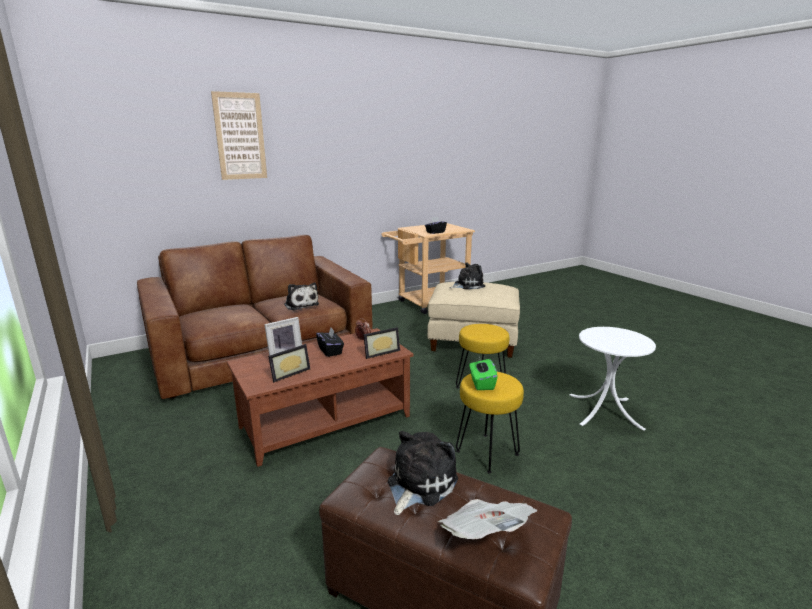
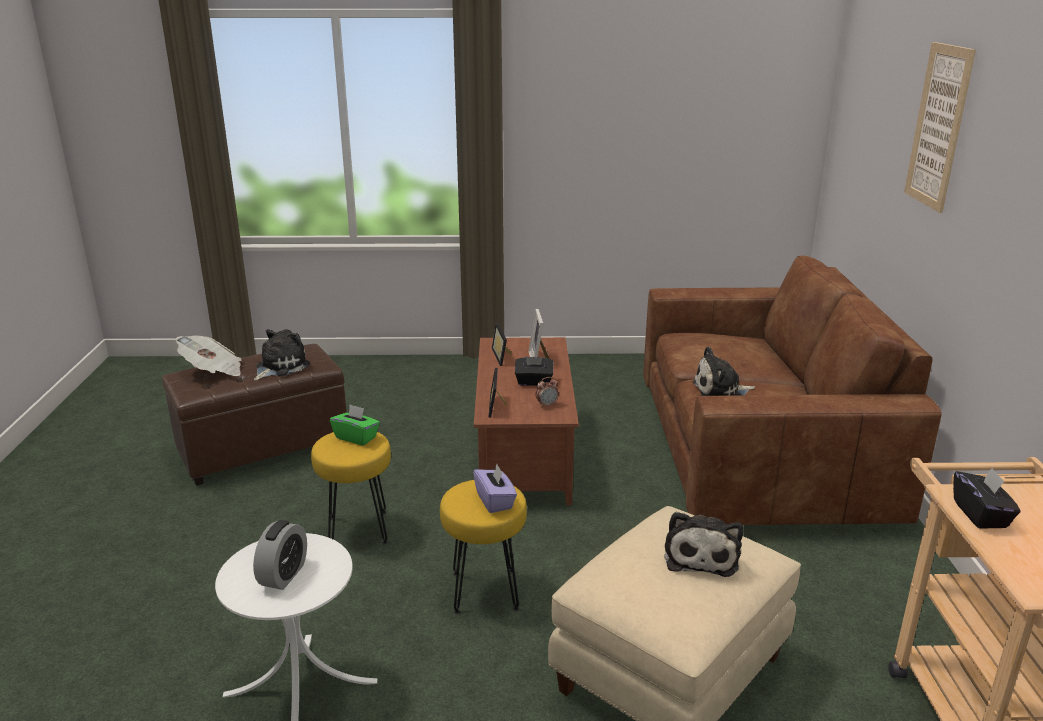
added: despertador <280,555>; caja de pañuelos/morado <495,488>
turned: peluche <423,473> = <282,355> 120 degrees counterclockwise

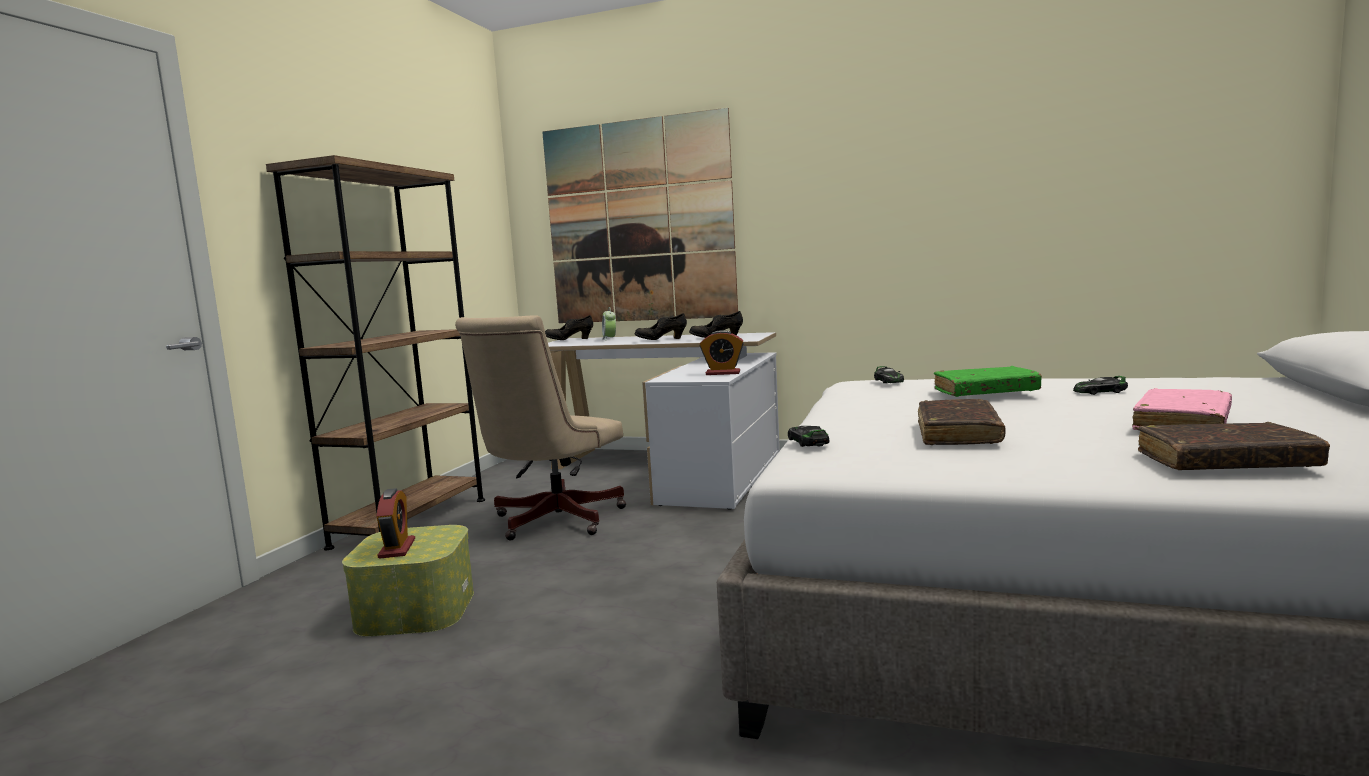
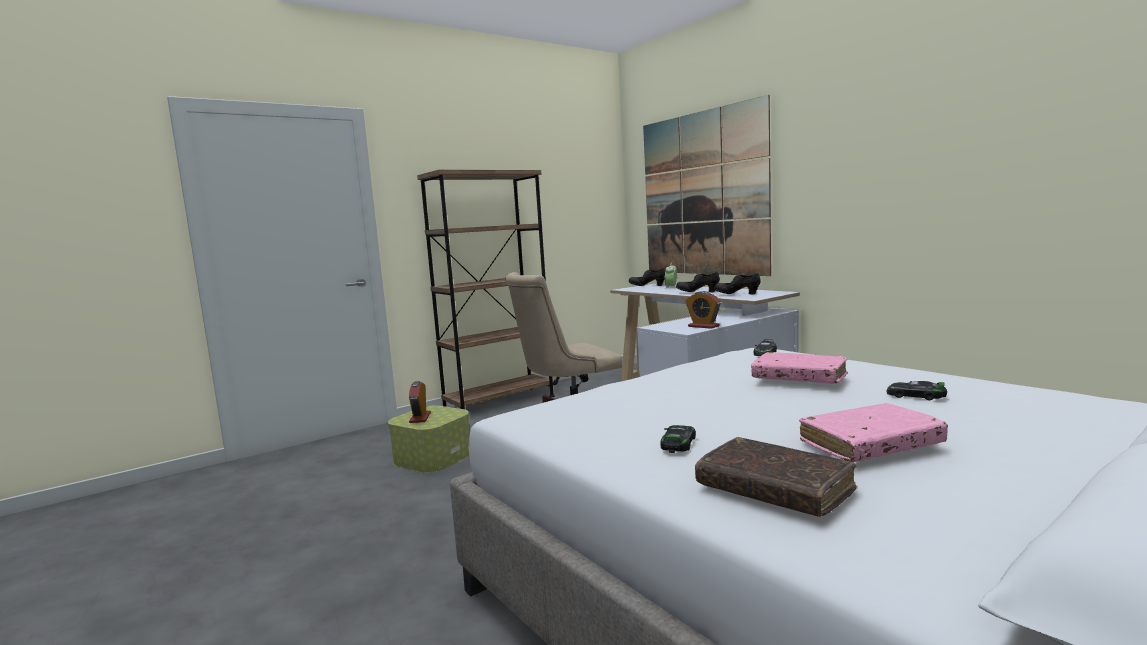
removed: libro/marrón <962,422>
moved: coche de juguete <808,436> to <678,439>
recoloured: libro/verde <988,381> to libro/rosa <799,368>
turned: despertador <395,523> = <420,402> 150 degrees clockwise

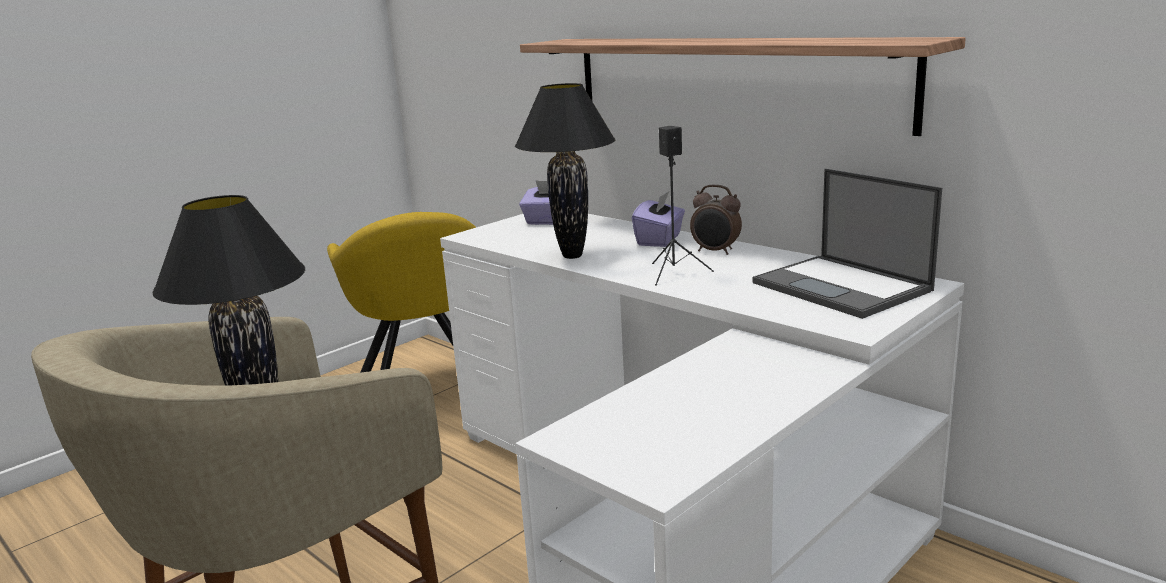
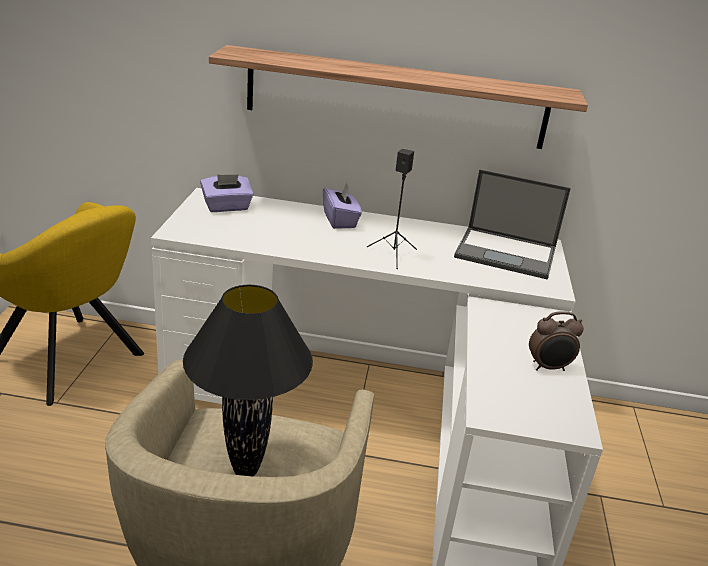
removed: lámpara de mesa/negro <565,171>
moved: despertador <716,220> to <556,341>

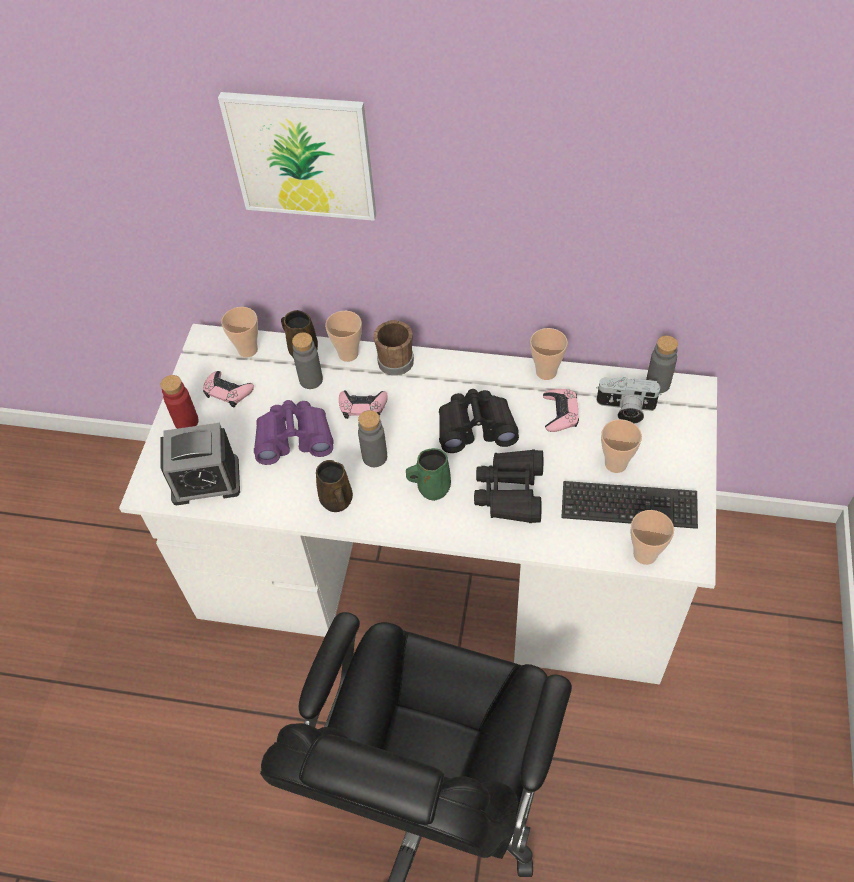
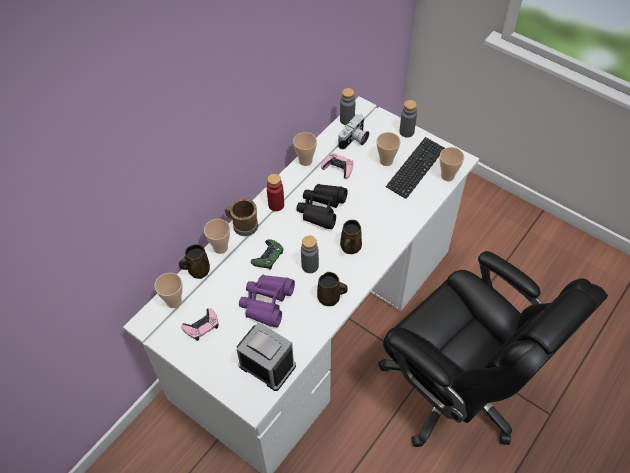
removed: cuadro <297,156>; prismáticos/negro <508,486>
moved: botella/rojo <180,402> to <275,192>; botella/gris <307,360> to <408,118>
recoloured: mando de consola/rosa <363,405> to mando de consola/verde <267,254>; taza grande/verde <428,474> to taza grande/marrón <351,237>
turned: despertador <200,464> = <266,356> 75 degrees counterclockwise

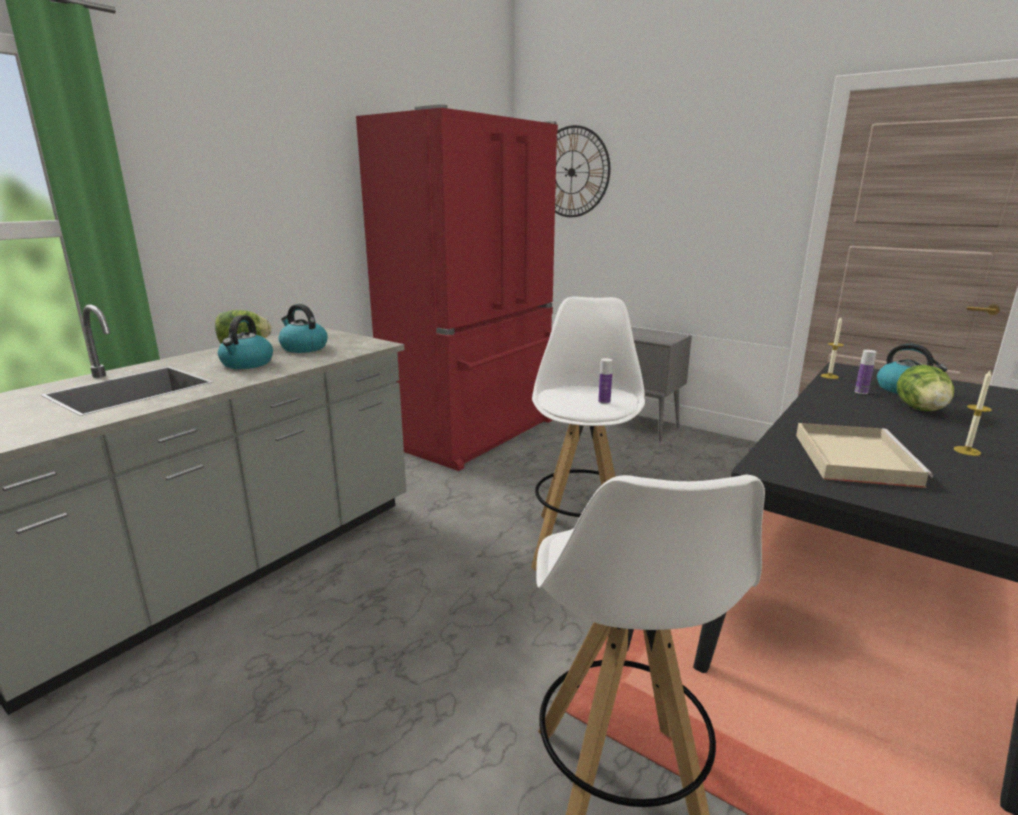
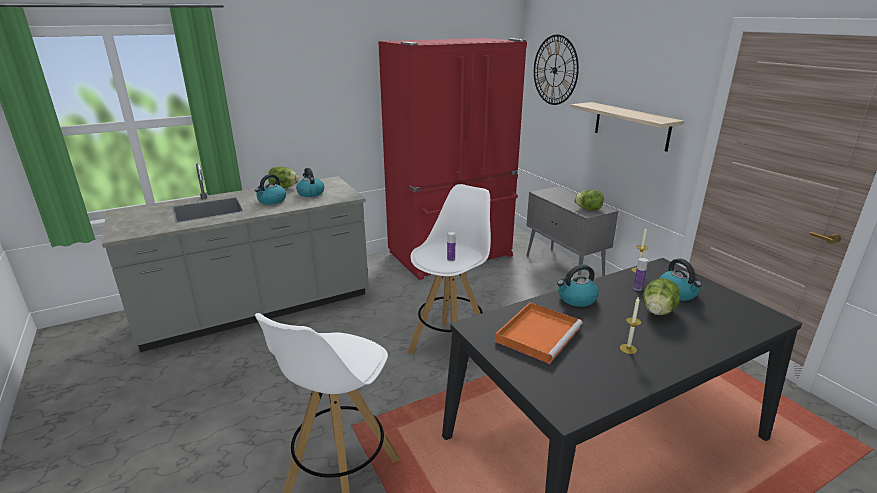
added: hervidor <578,286>; estante <627,127>; lechuga <588,200>
recoloured: bandeja/beis <864,455> to bandeja/naranja <539,333>

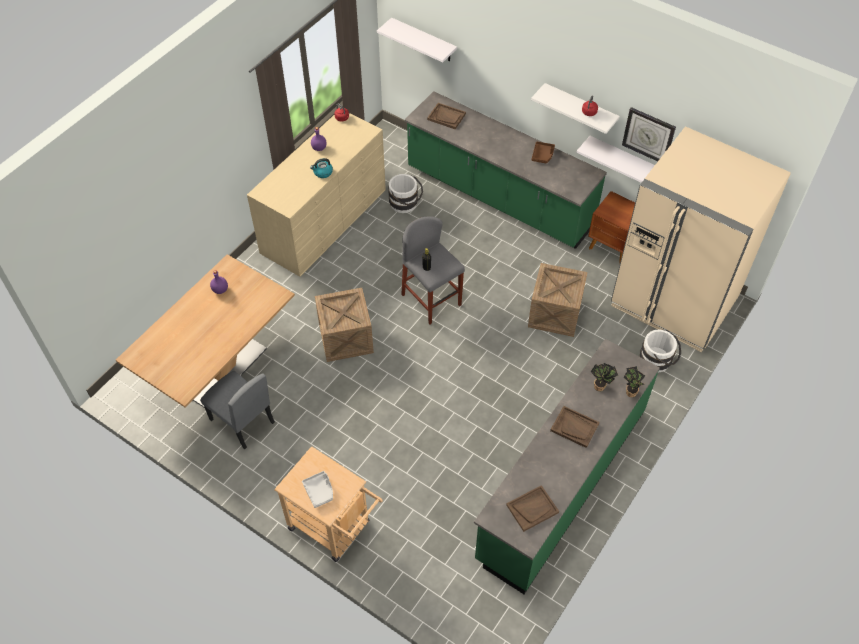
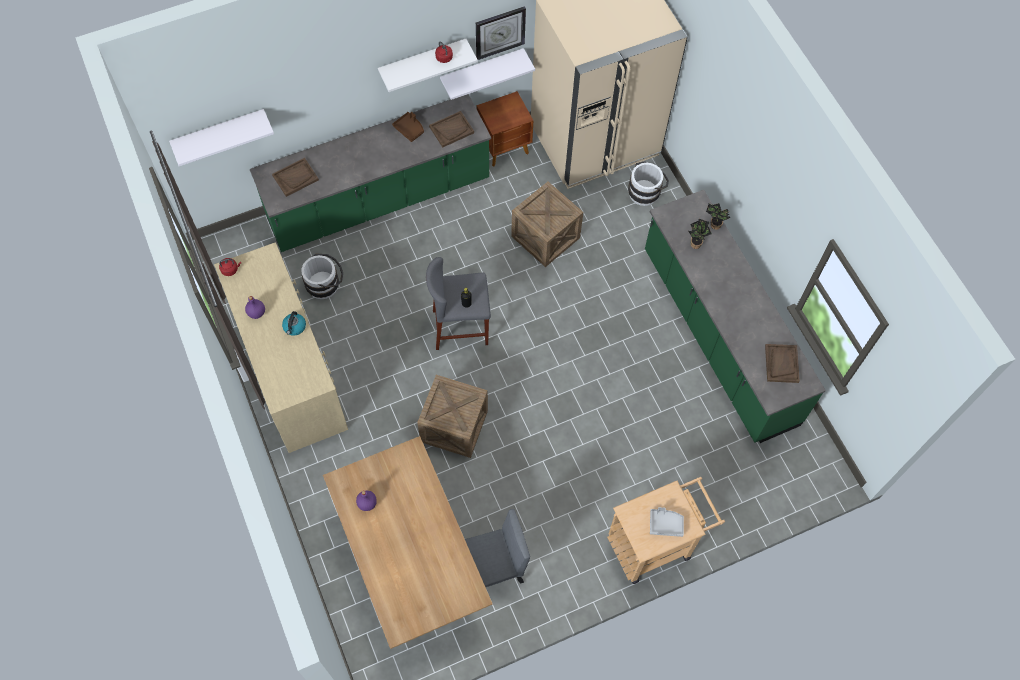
moved: bandeja/marrón <574,427> to <451,129>

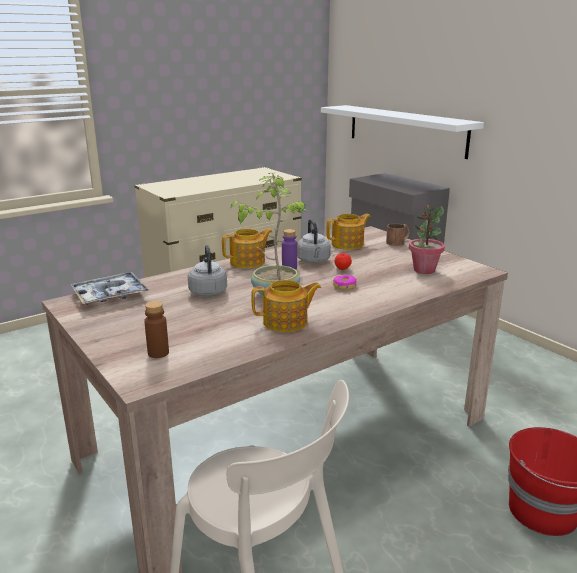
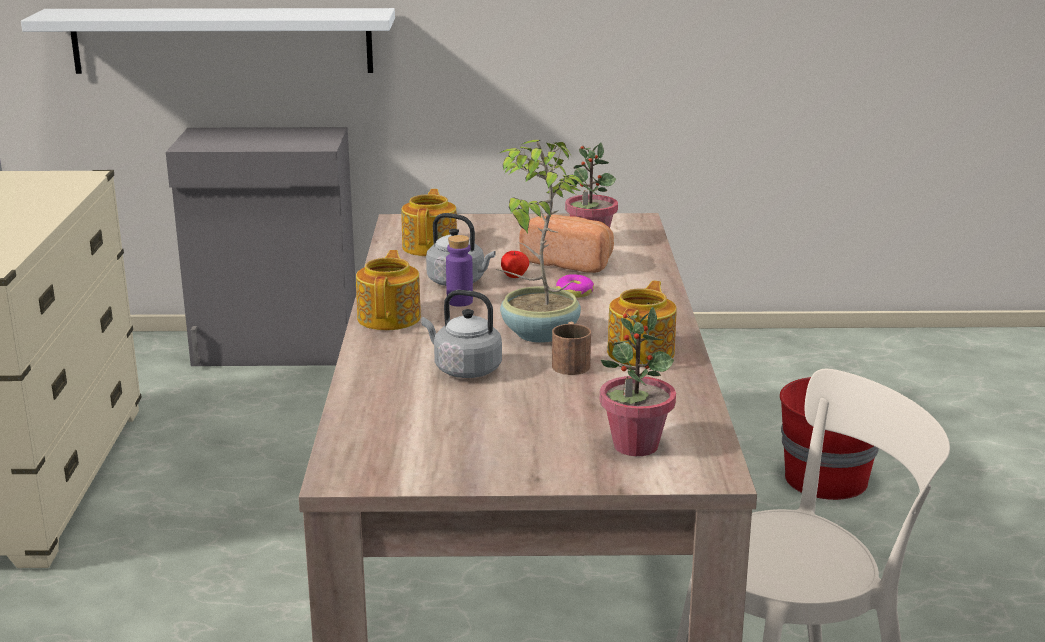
removed: bandeja <110,288>
added: pan <566,244>
moved: taza grande/marrón <398,234> to <571,348>
replaced: botella/marrón <156,329> to planta en maceta <638,381>

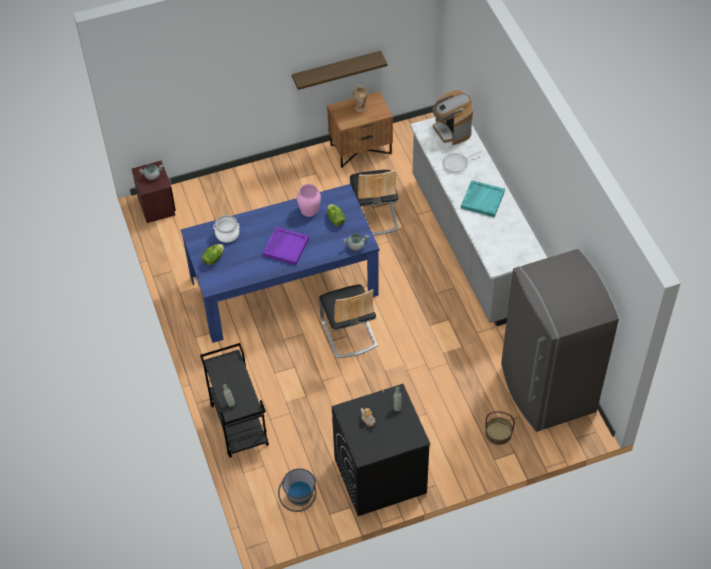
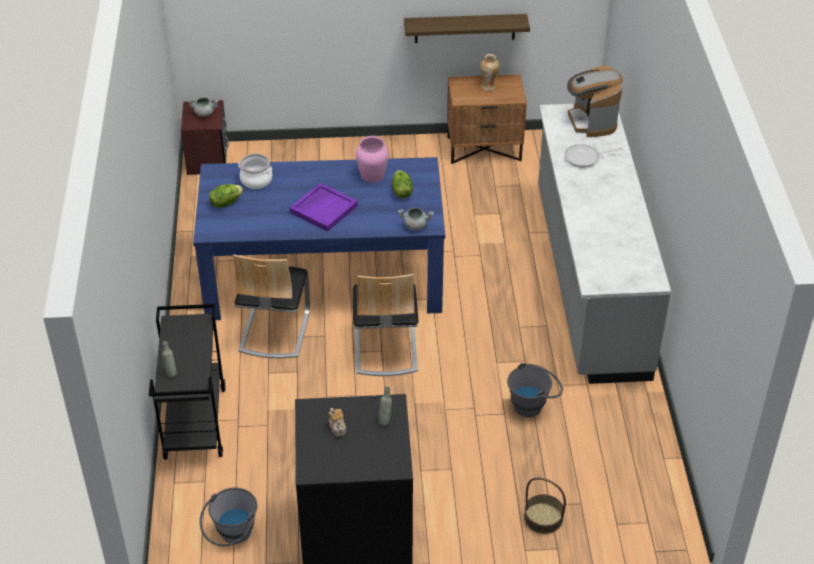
removed: bandeja/turquesa <483,199>; nevera/gris <560,340>
added: cubo/gris <535,390>
moved: silla <374,202> to <271,306>

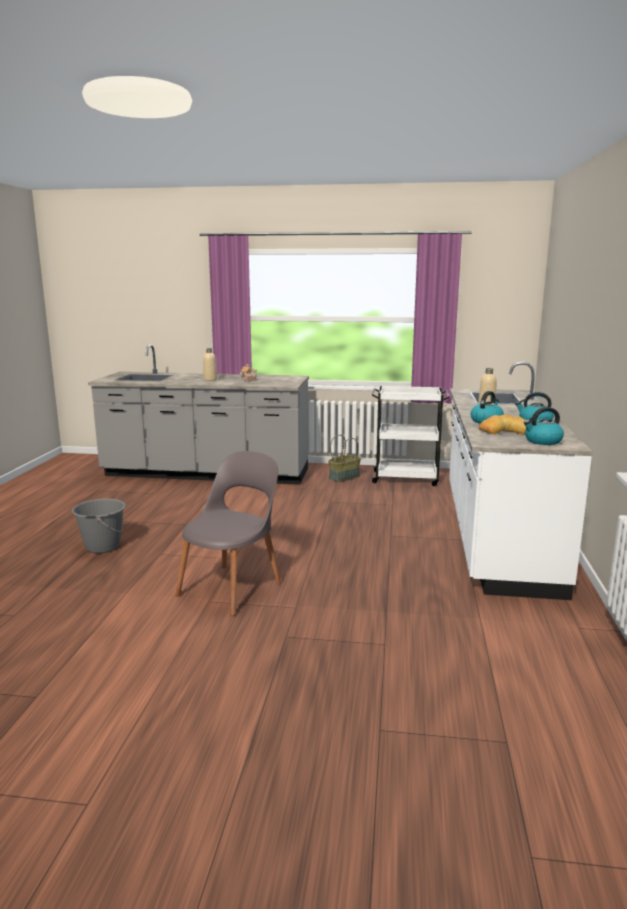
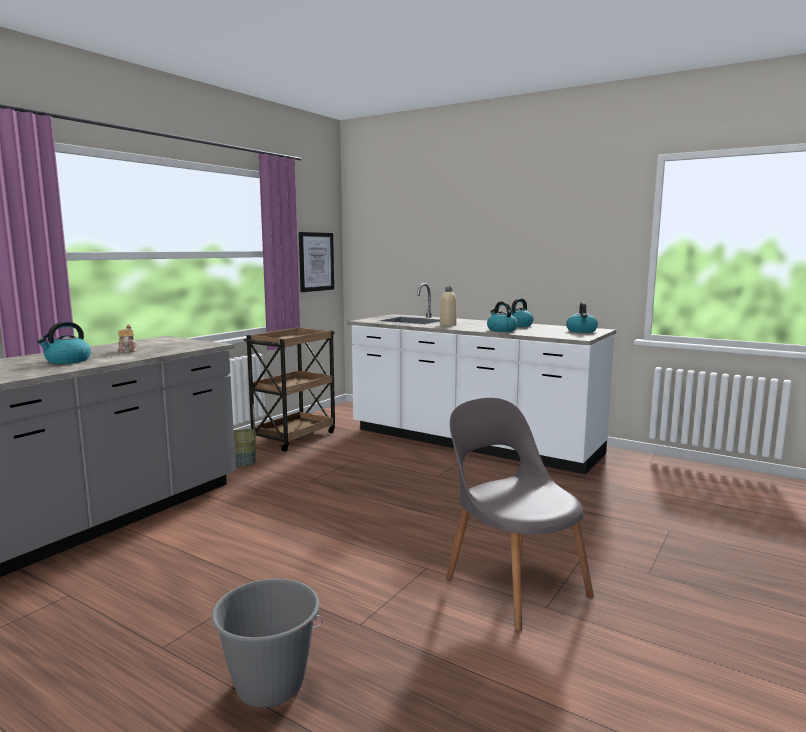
removed: pan <502,425>
added: cuadro <316,262>
replaced: botella/beis <210,364> to hervidor <64,343>
recoloured: carrito/blanco <410,436> to carrito/marrón <289,389>

